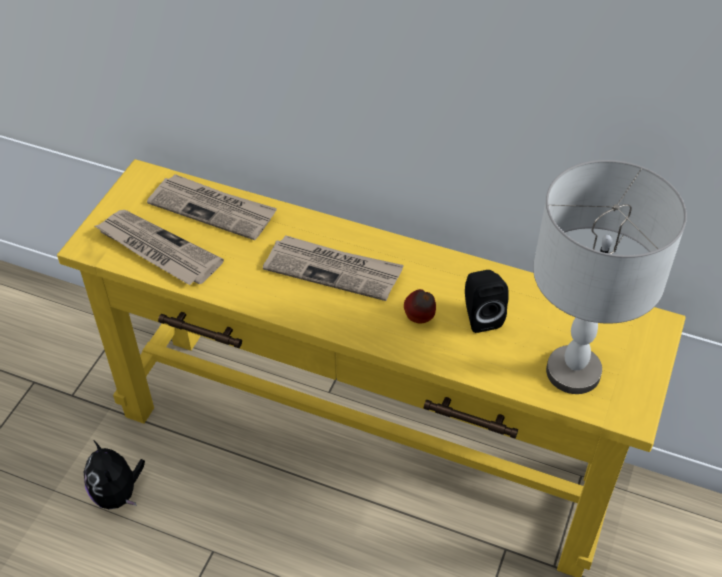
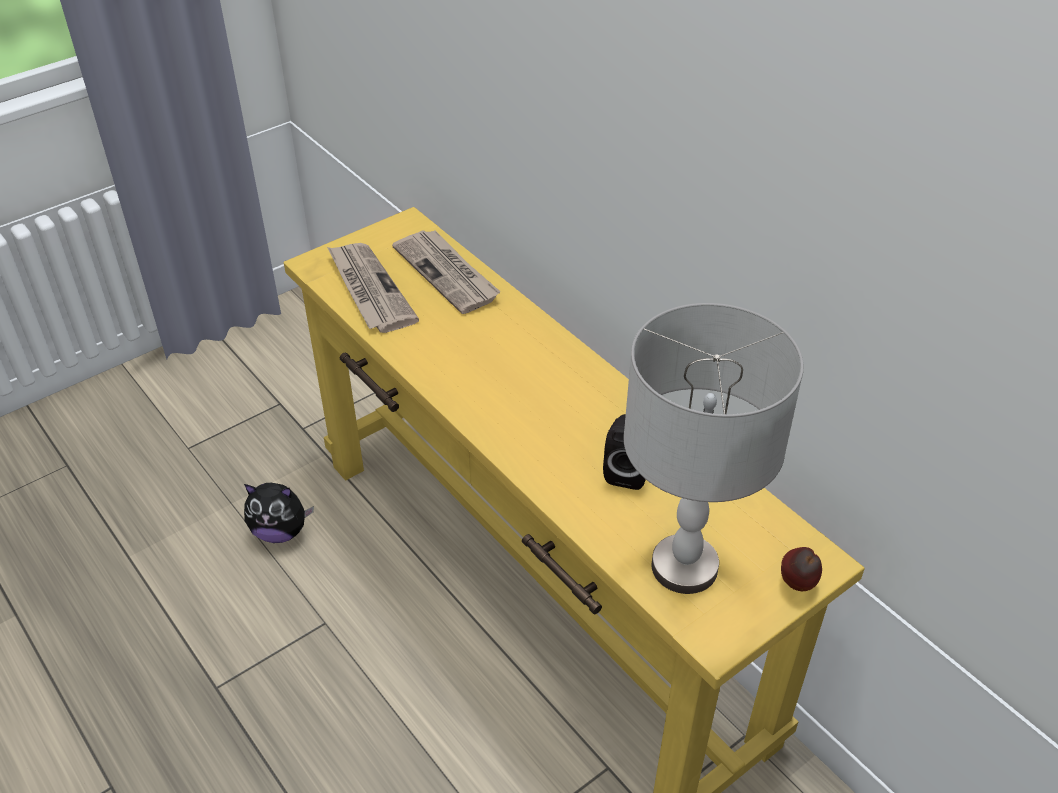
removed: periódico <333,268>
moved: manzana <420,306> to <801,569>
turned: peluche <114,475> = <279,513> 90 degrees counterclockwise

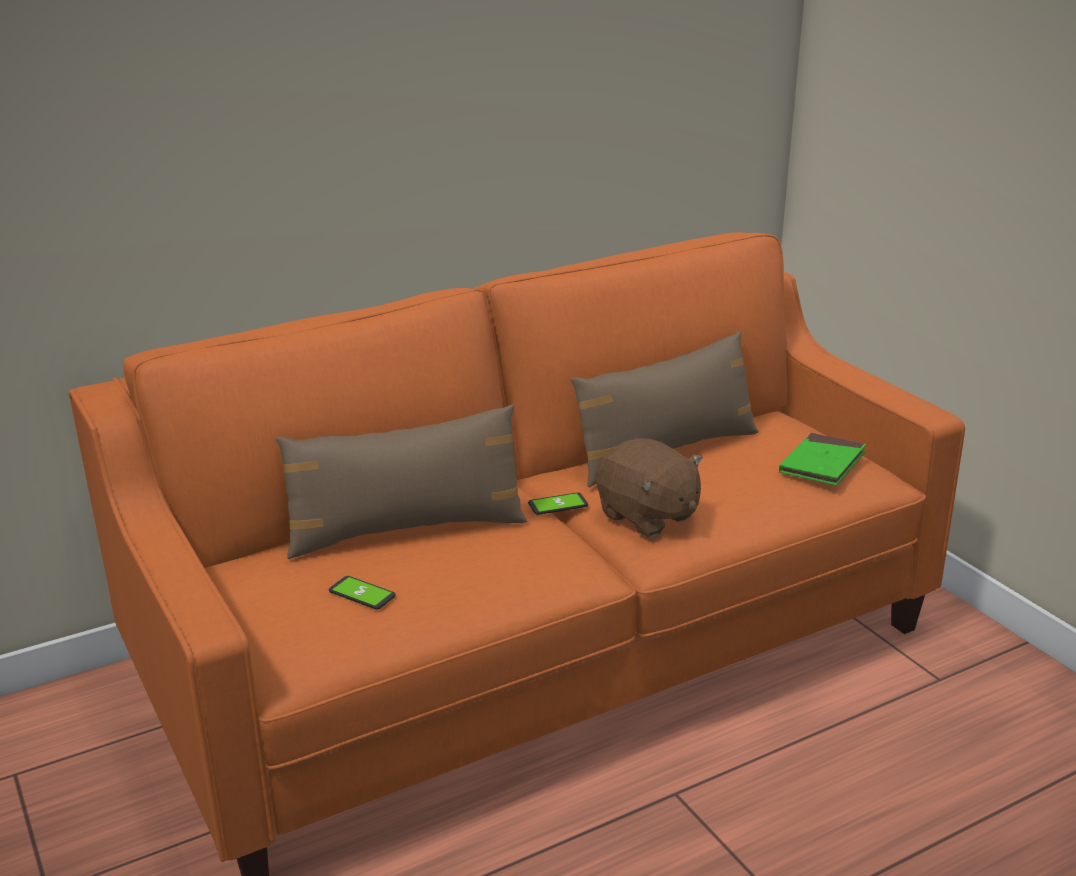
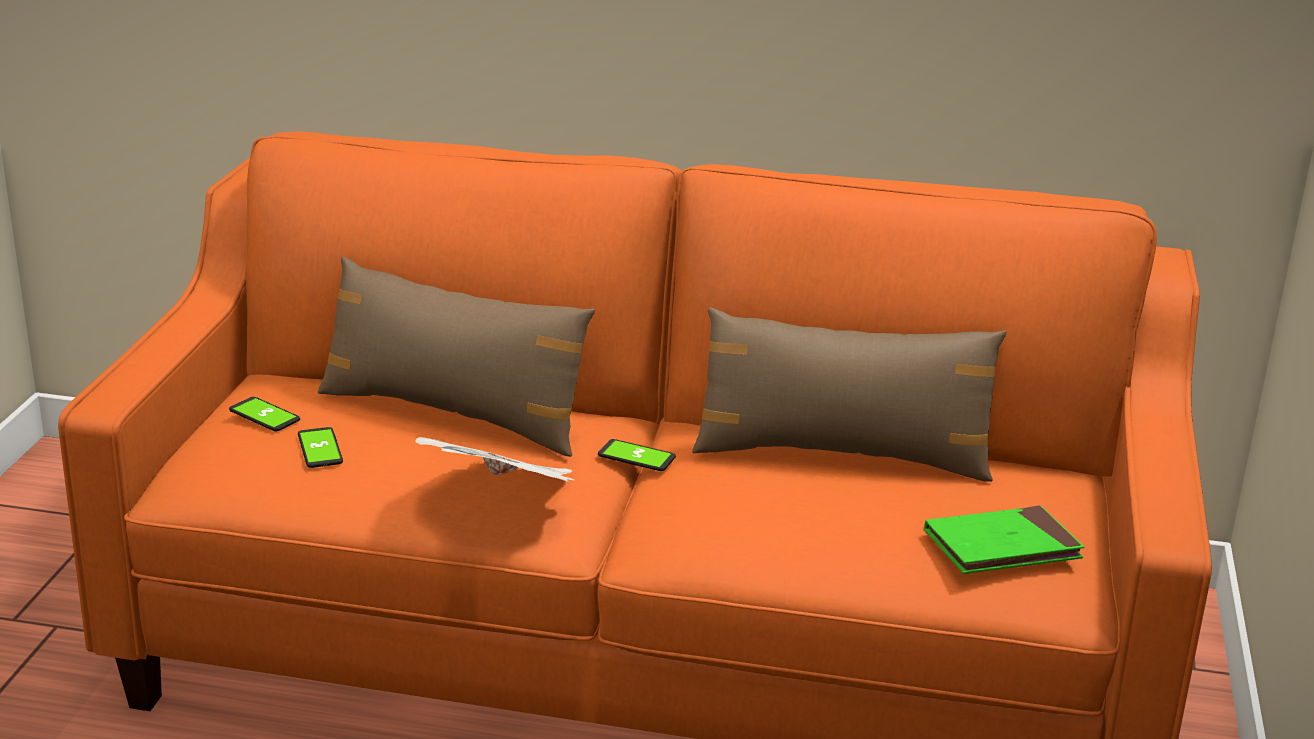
removed: peluche/marrón <649,487>
added: móvil <264,414>; periódico <495,459>

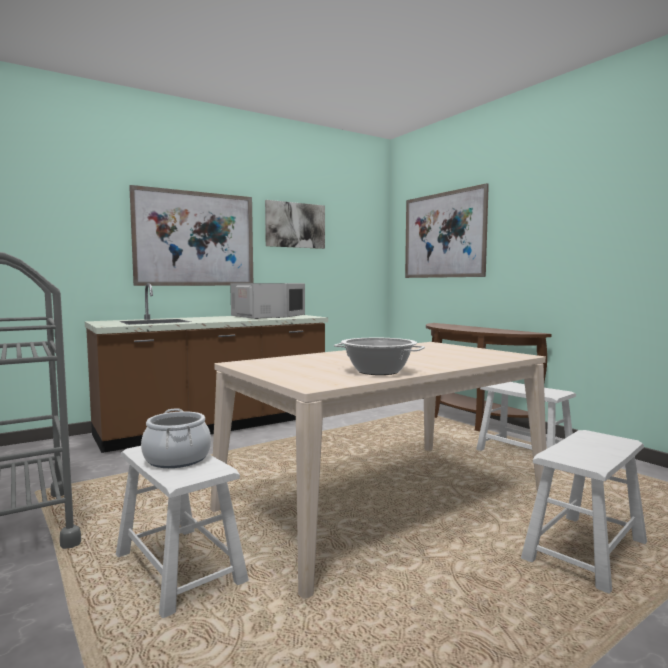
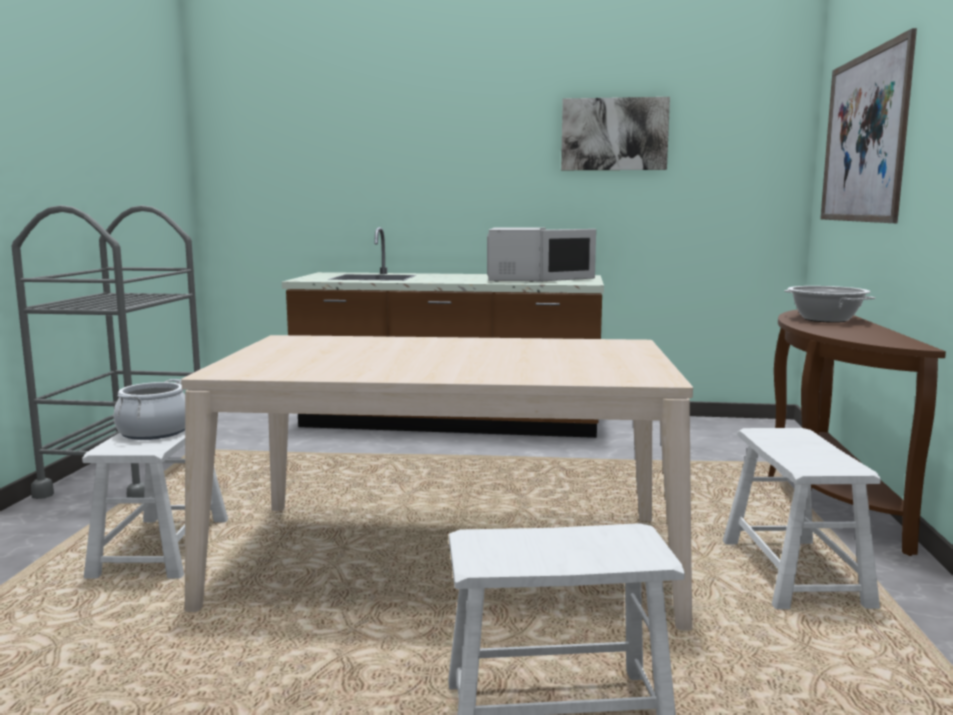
removed: cuadro <191,235>
moved: olla <379,356> to <829,304>

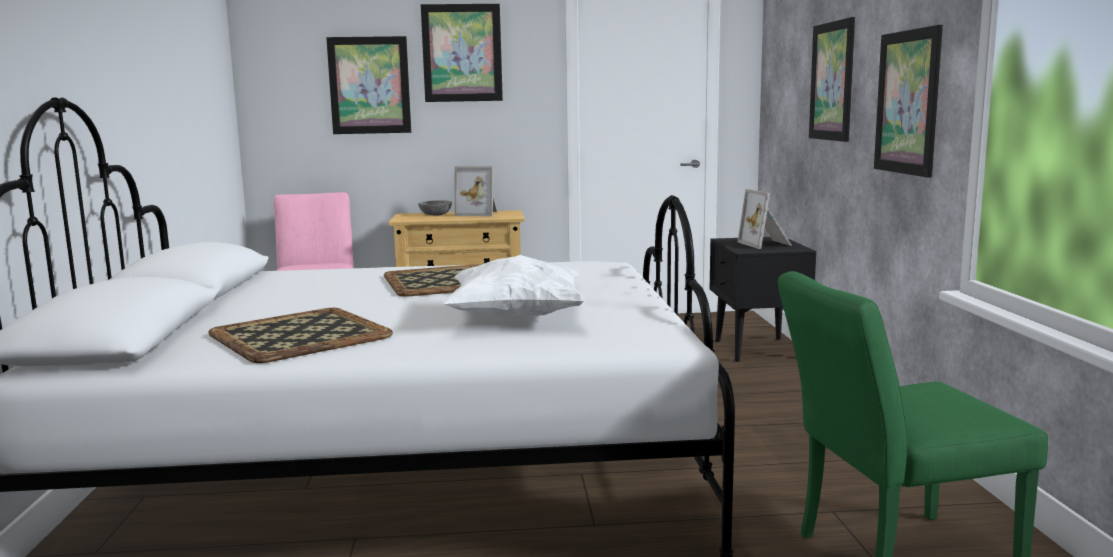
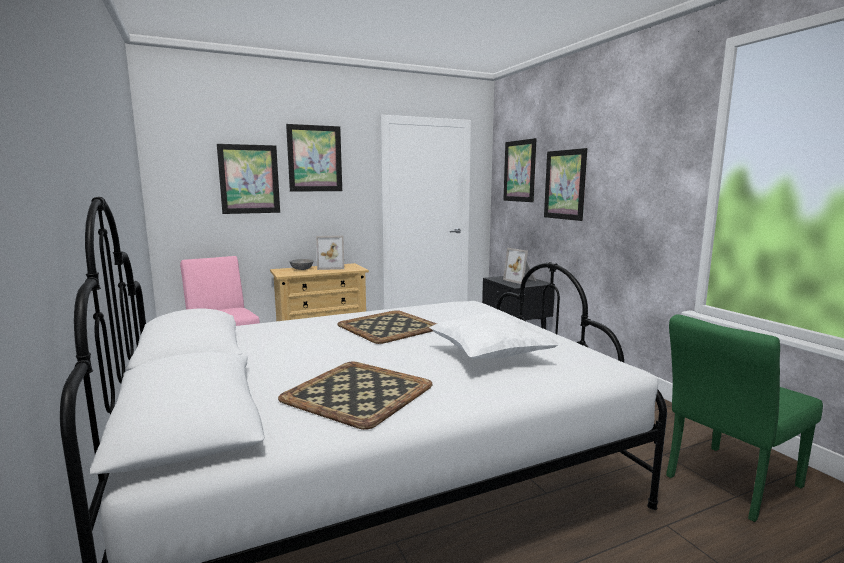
moved: cuadro <908,101> to <520,170>

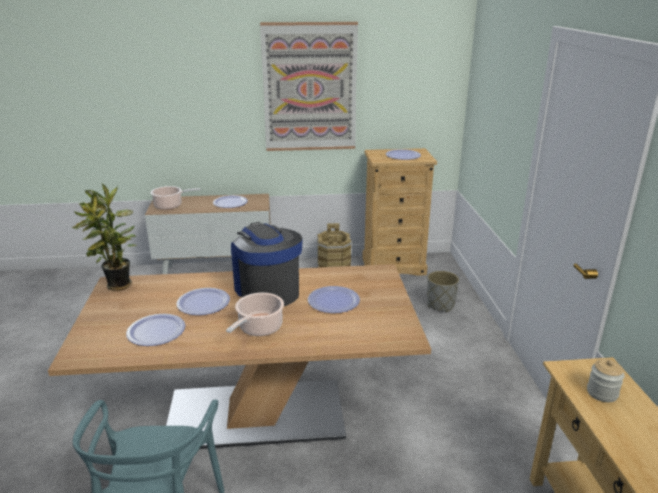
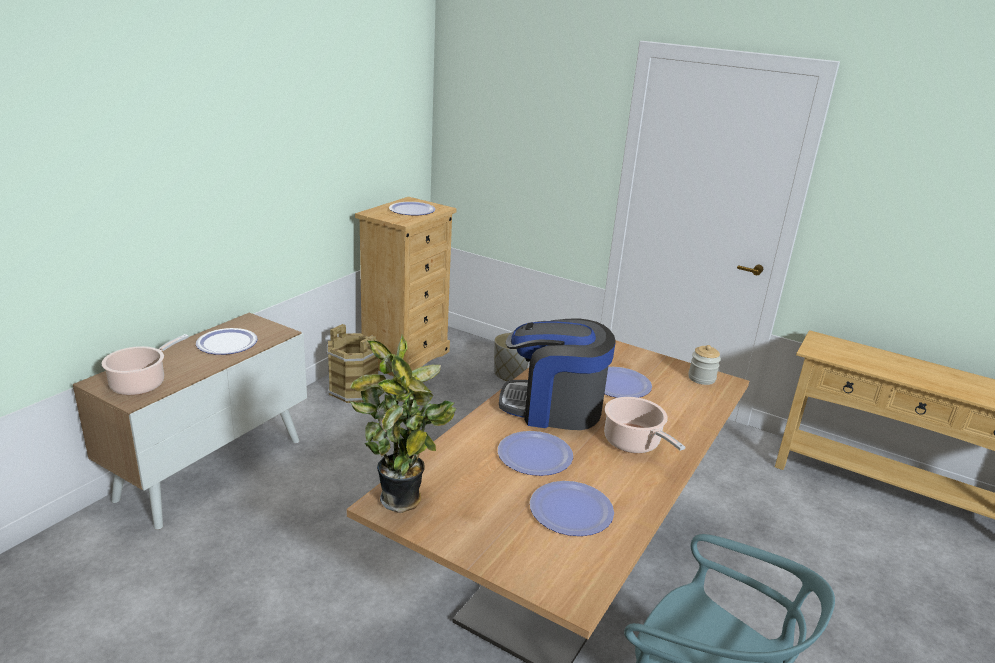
removed: cuadro <309,86>
moved: tarro <606,380> to <704,365>

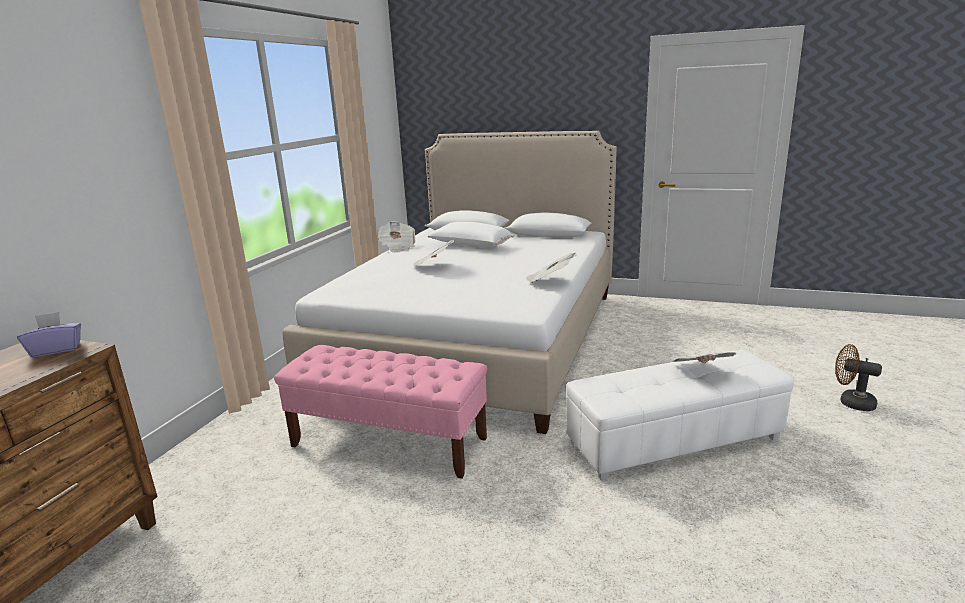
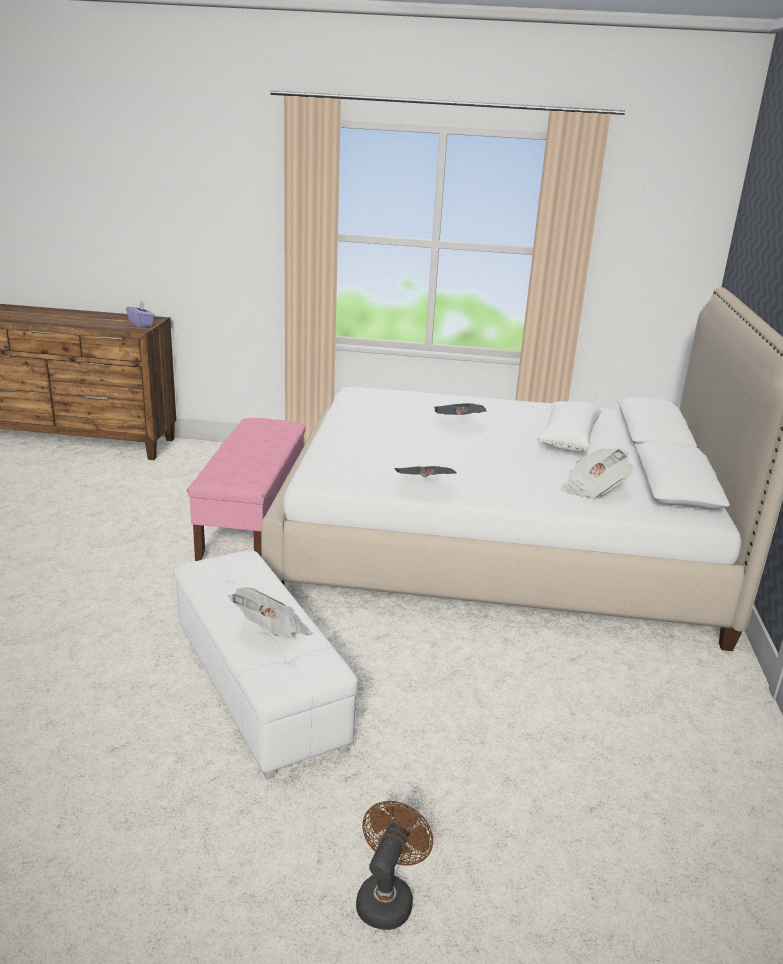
moved: periódico <396,237> to <597,474>

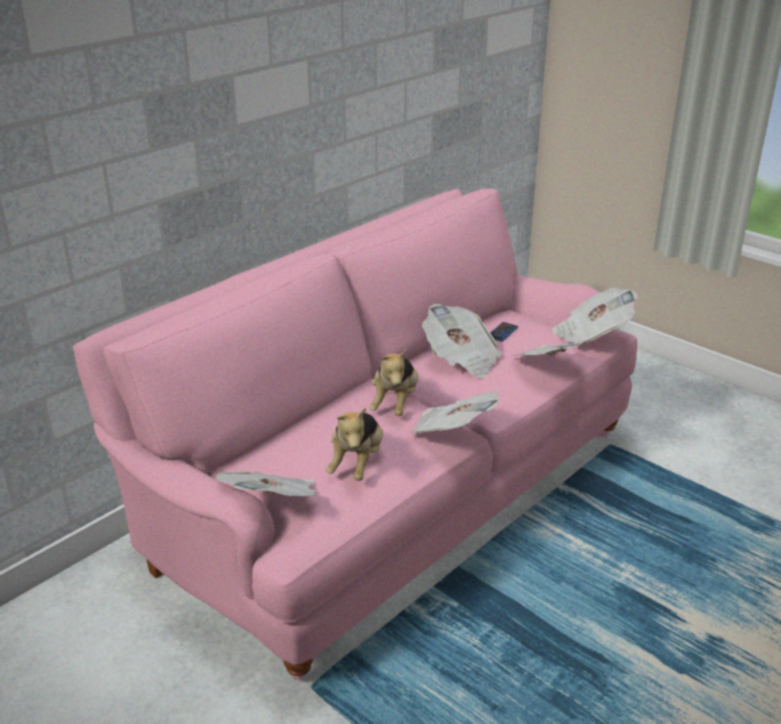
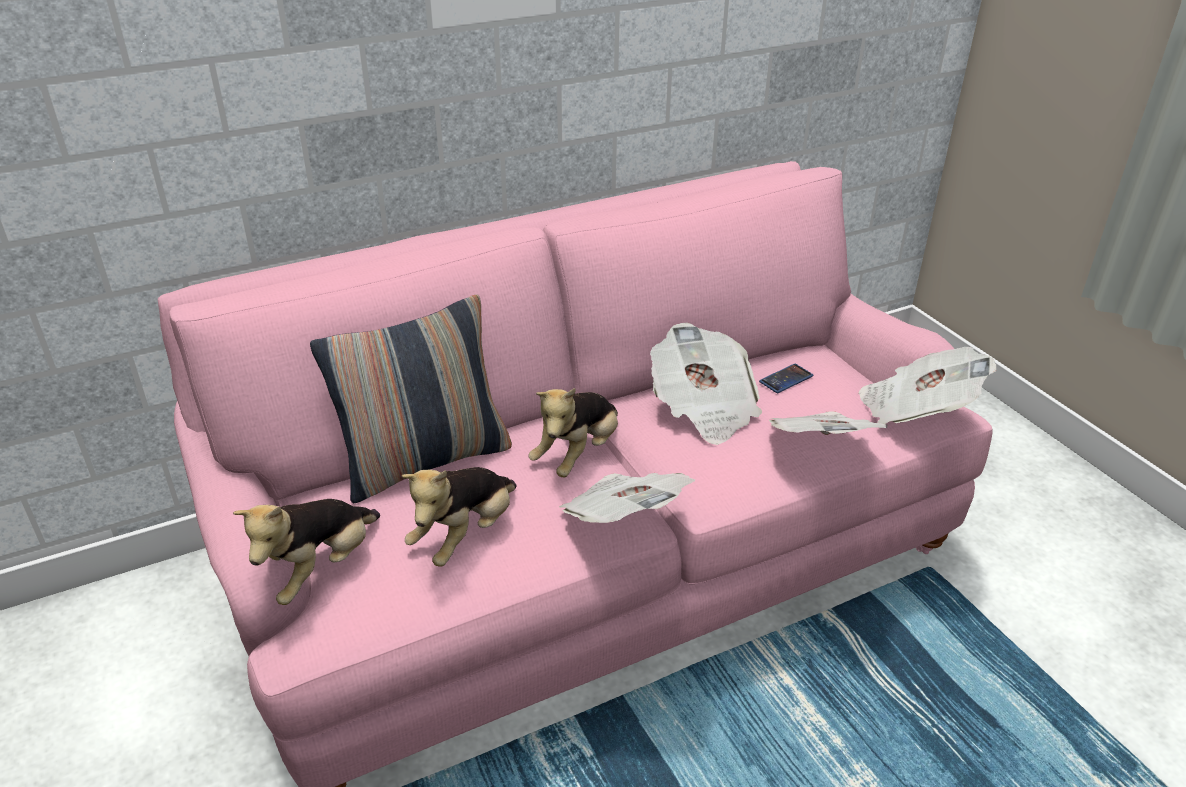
added: cojín <411,399>
replaced: periódico <266,484> to peluche <306,552>

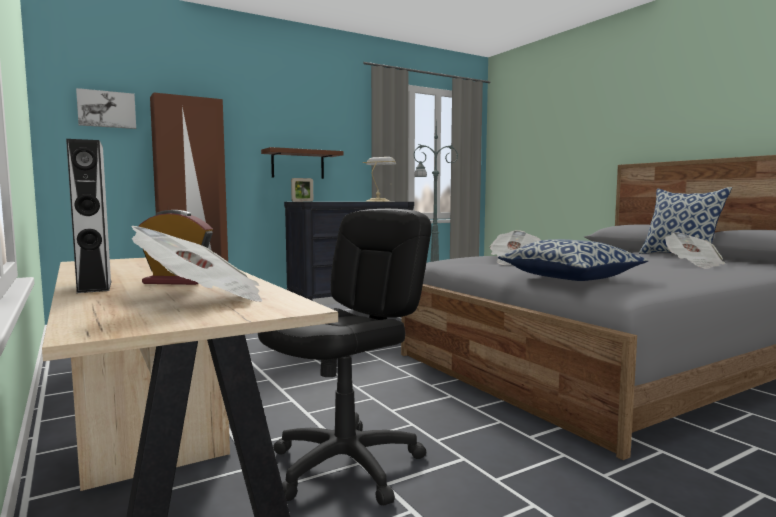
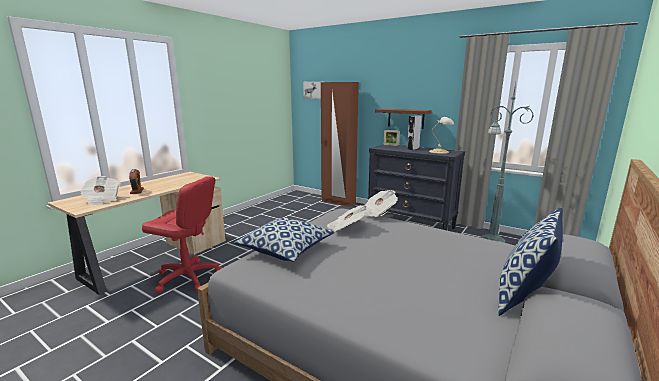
moved: altavoz/gris <89,216> to <414,132>; periódico <694,250> to <381,203>
recoloured: silla de oficina/negro <345,357> to silla de oficina/rojo <182,234>

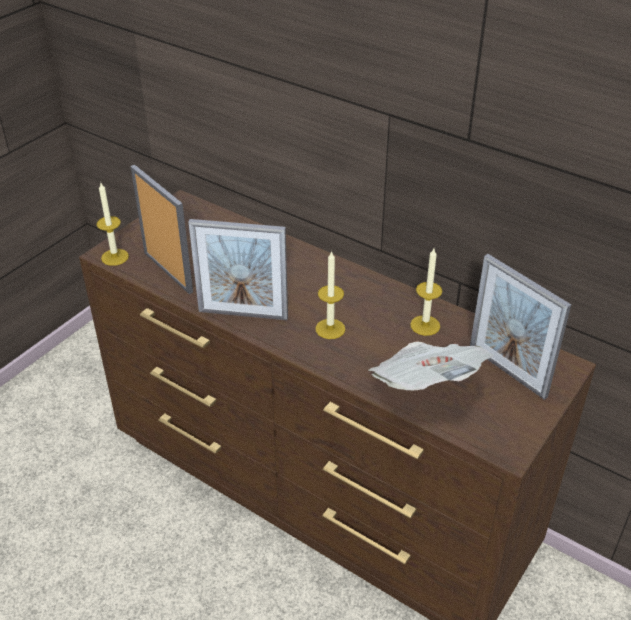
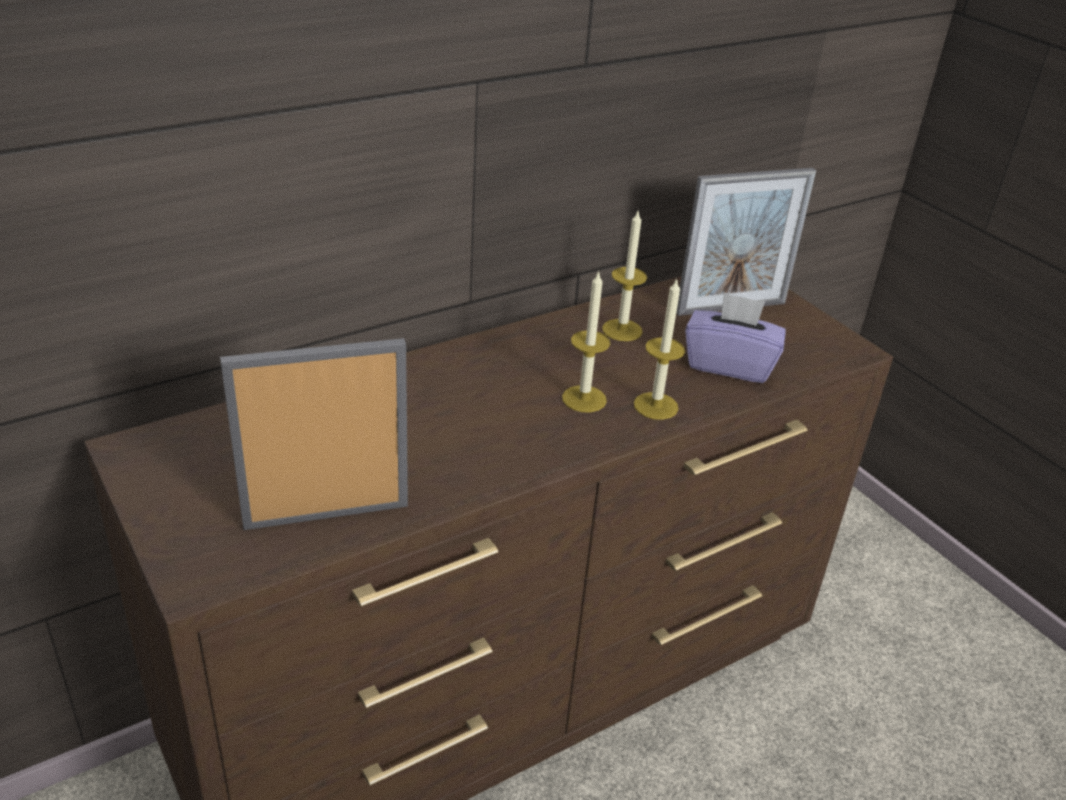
removed: portarretratos <238,269>
moved: vela <112,224> to <659,349>
replaced: periódico <431,365> to caja de pañuelos/morado <735,337>

